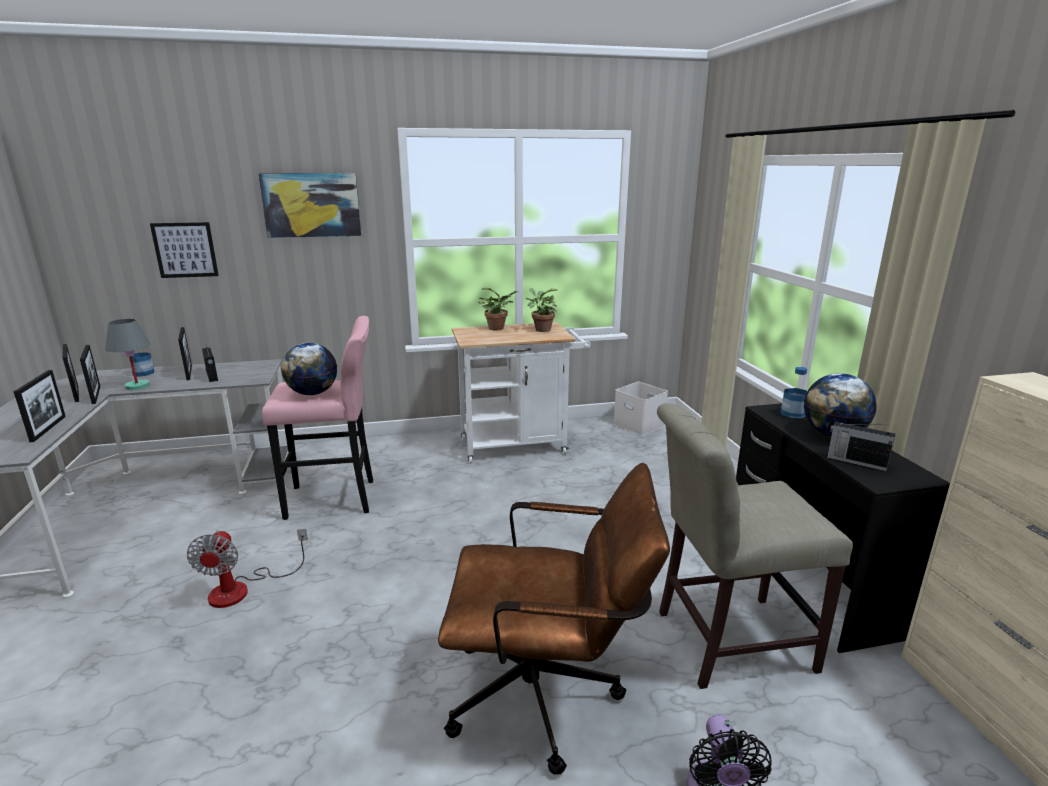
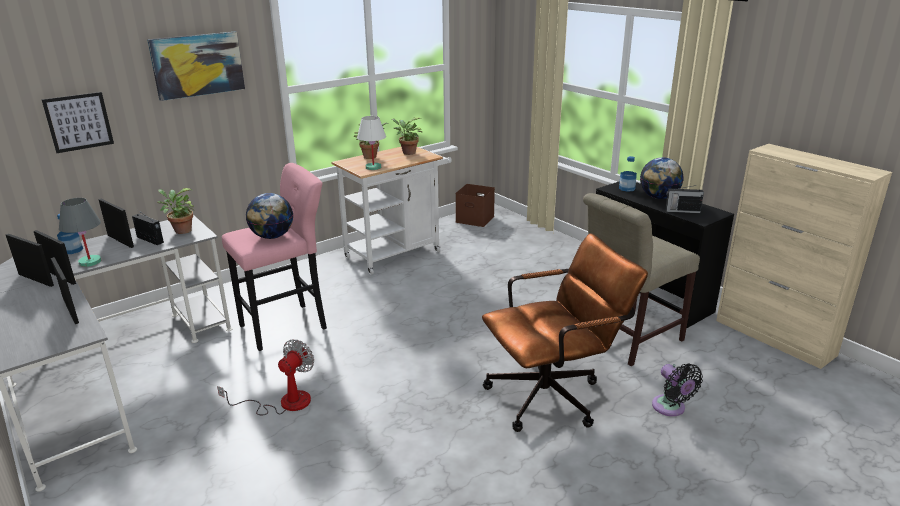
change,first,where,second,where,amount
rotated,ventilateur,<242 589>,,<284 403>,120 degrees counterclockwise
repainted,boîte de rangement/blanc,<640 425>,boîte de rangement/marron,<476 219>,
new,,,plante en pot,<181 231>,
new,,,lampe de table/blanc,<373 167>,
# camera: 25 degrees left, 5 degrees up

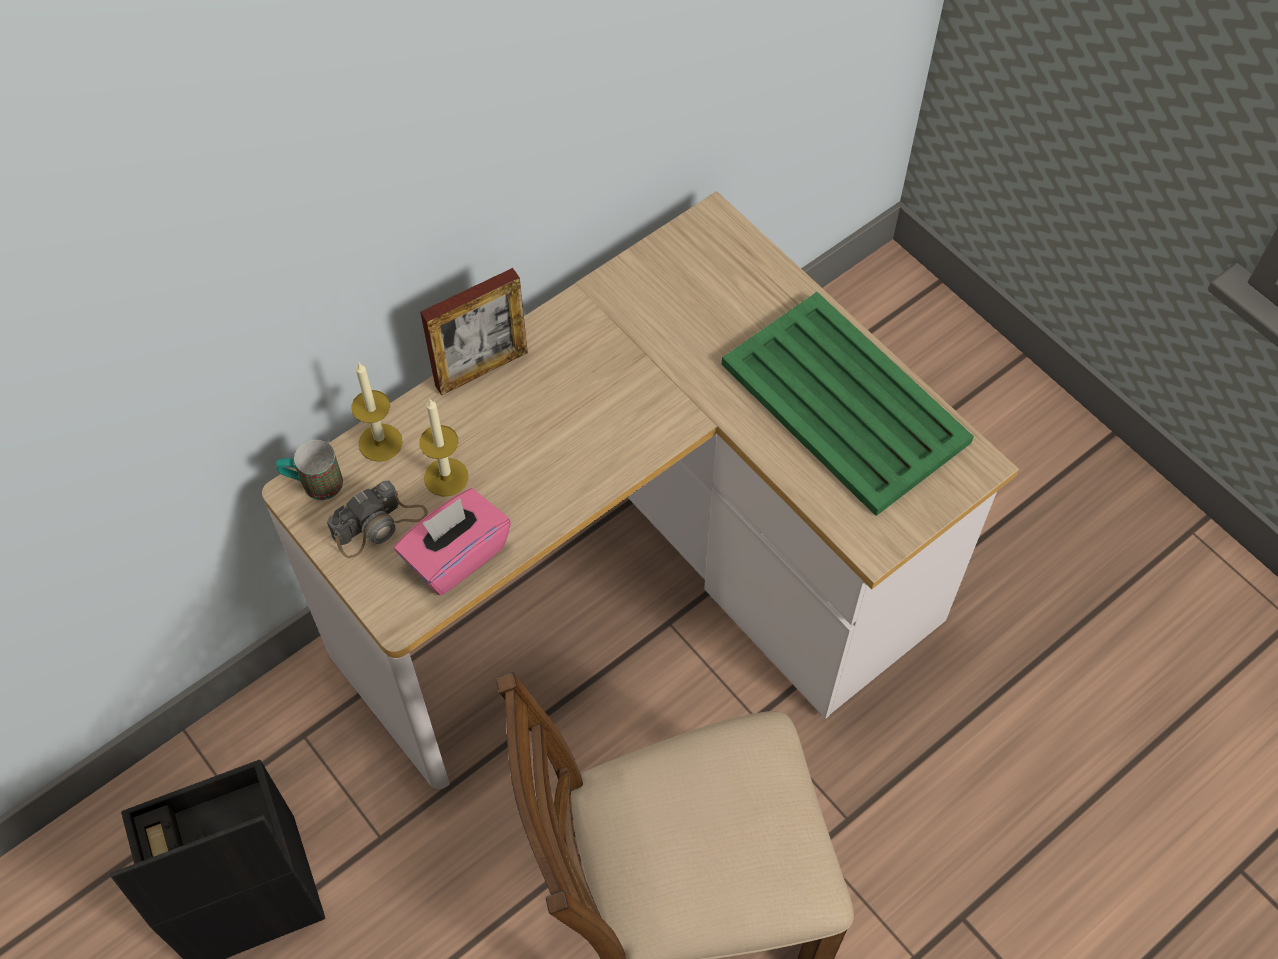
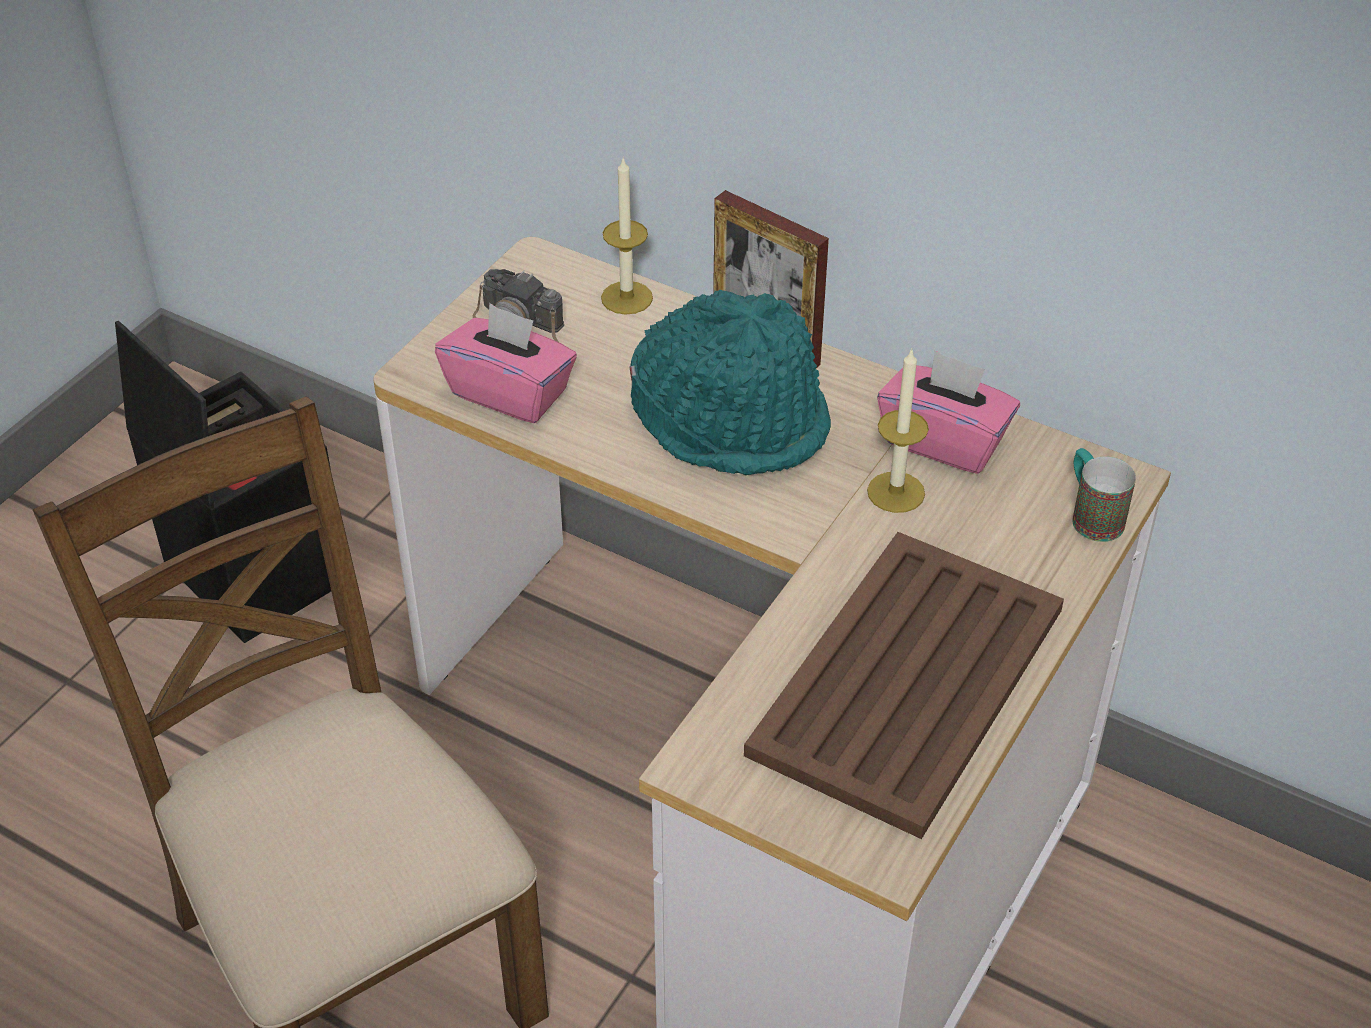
change,first,where,second,where,amount
shifted,mug,<313 483>,,<1091 515>,
shifted,bougie,<446 477>,,<896 492>,
repainted,plateau/vert,<845 405>,plateau/marron,<905 683>,
new,,,chapeau/turquoise,<732 419>,
new,,,boîte à mouchoirs/rose,<944 441>,
# camera: 70 degrees right, 15 degrees down

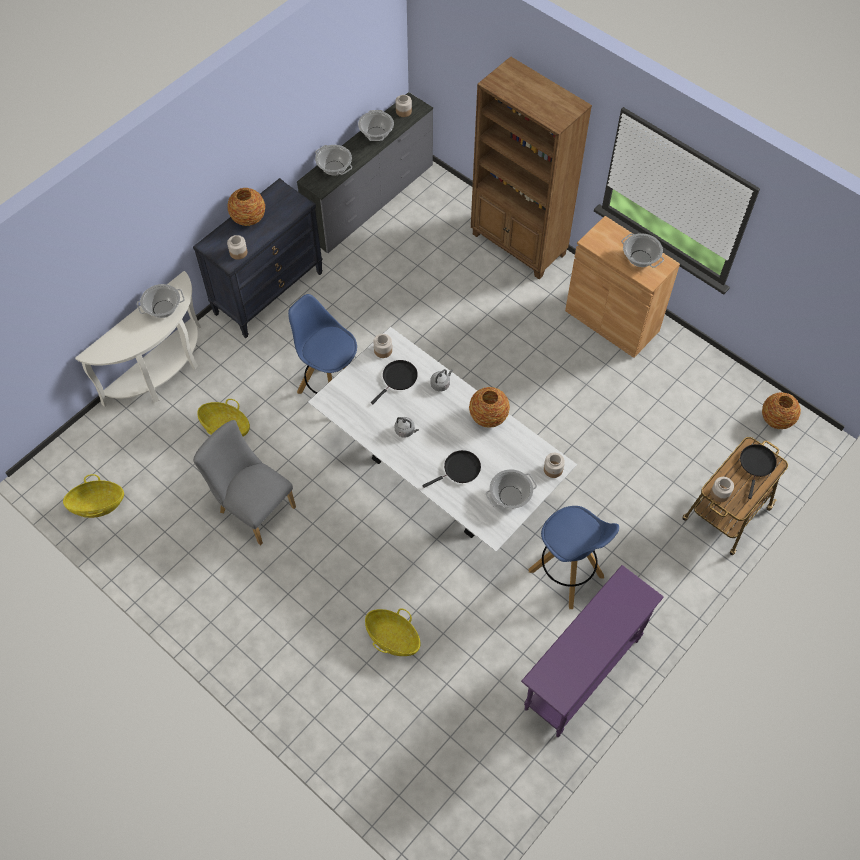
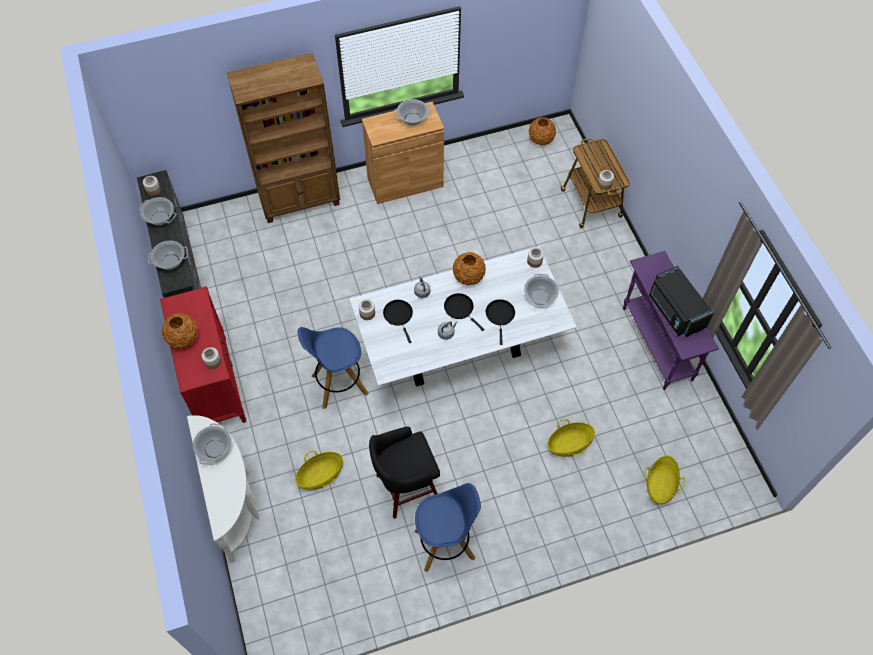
change,first,where,second,where,amount
shifted,panier,<98 505>,,<660 484>,
repainted,commode/noir,<269 292>,commode/rouge,<214 384>,
swapped,chaise/gris,<253 507>,tabouret/noir,<405 488>,
shifted,tabouret/bleu,<567 574>,,<445 544>,
shifted,poêle/noir,<756 464>,,<460 309>,
new,,,micro-ondes/noir,<675 311>,
# camera: 60 degrees left, 0 degrees up

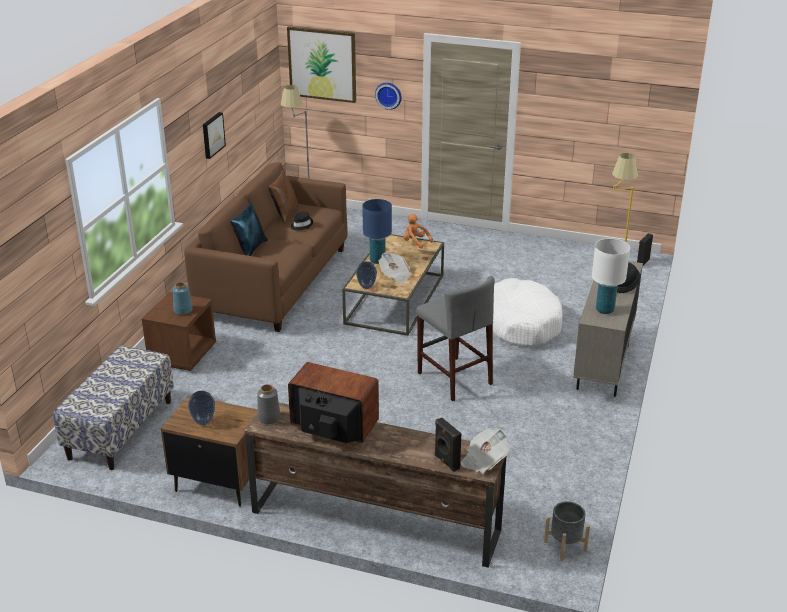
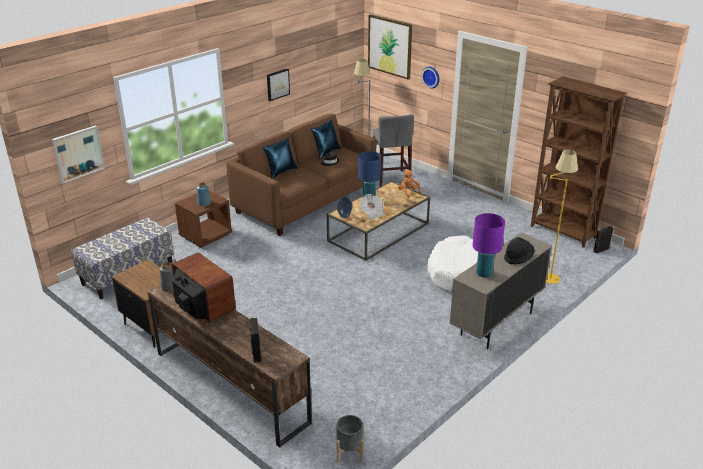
change,first,where,second,where,amount
gone,vase,<203 421>,,,
repainted,coussin/marron,<284 213>,coussin/bleu,<326 152>,
shifted,tabouret/gris,<454 378>,,<391 179>,
gone,journal,<484 461>,,,
repainted,lampe de table/blanc,<605 310>,lampe de table/violet,<484 274>,
new,,,tableau,<78 153>,
new,,,bibliothèque/marron,<563 232>,
# camera: 25 degrees right, 0 degrees up

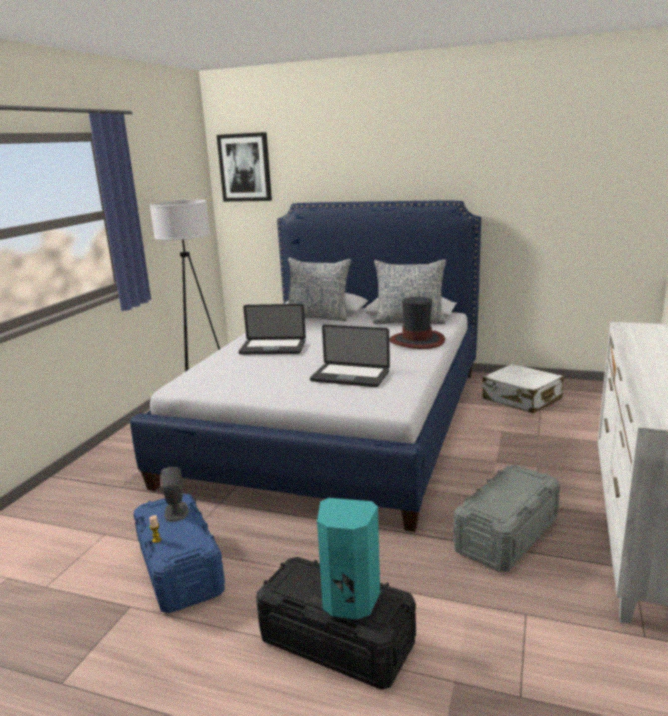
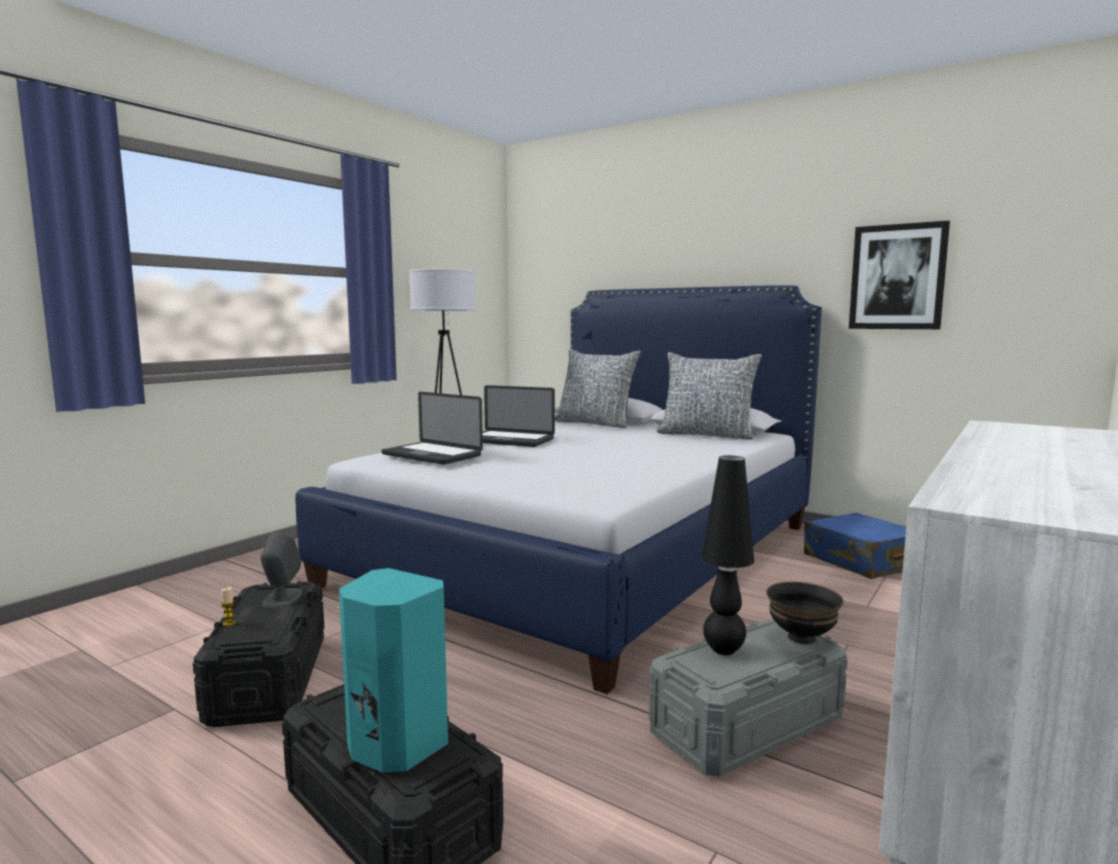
change,first,where,second,where,amount
repainted,boîte de rangement/bleu,<180 569>,boîte de rangement/noir,<269 678>,
shifted,tableau,<245 167>,,<897 277>,
shifted,ordinateur portable,<350 377>,,<431 455>,
gone,chapeau,<417 341>,,,
repainted,valise/blanc,<521 399>,valise/bleu,<862 562>,
new,,,lampe de table/noir,<724 650>,
new,,,bol/noir,<800 637>,
# camera: 15 degrees right, 10 degrees down

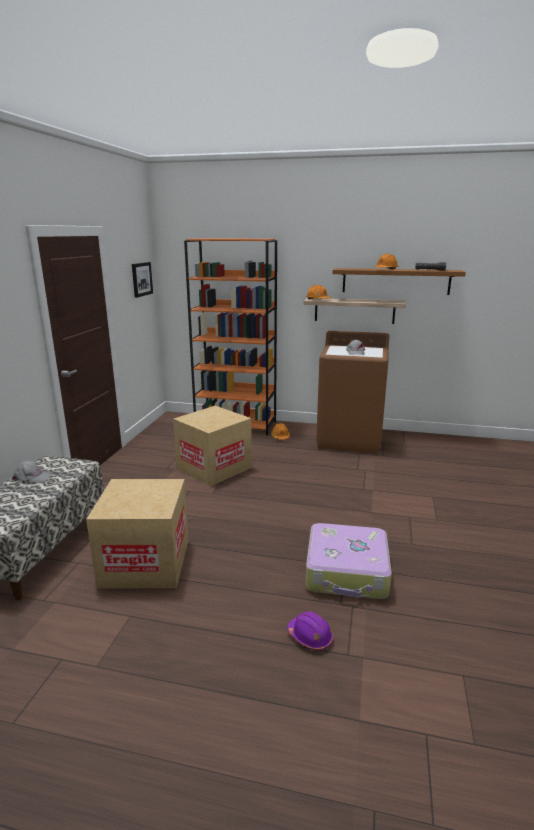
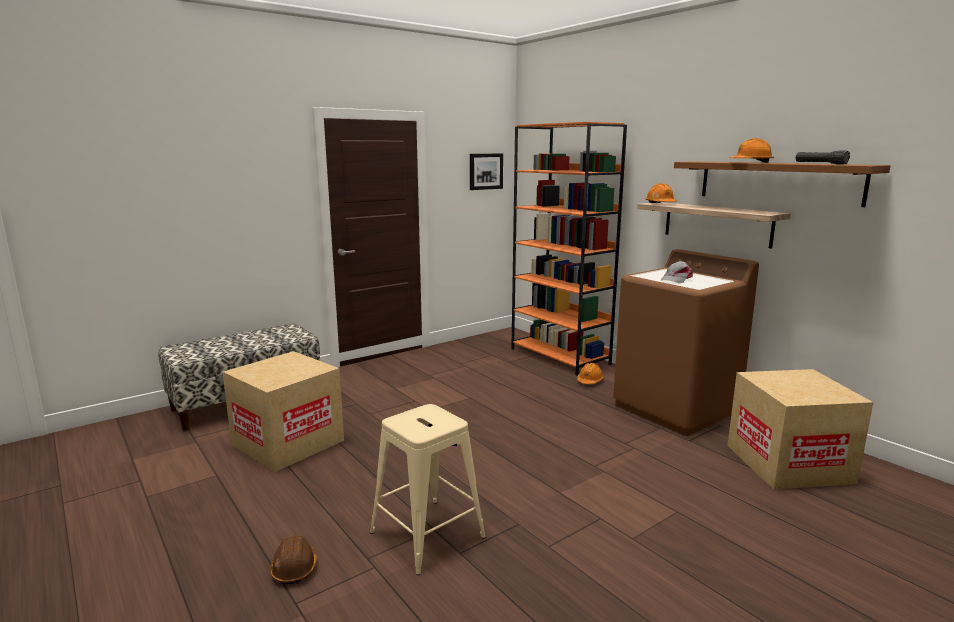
change,first,where,second,where,amount
gone,casquette/gris,<32 477>,,,
shifted,carton,<214 468>,,<788 463>,
repainted,casque de chantier/violet,<310 637>,casque de chantier/marron,<294 568>,
swapped,valise,<347 572>,tabouret/beige,<426 535>,
# camera: 40 degrees right, 5 degrees down

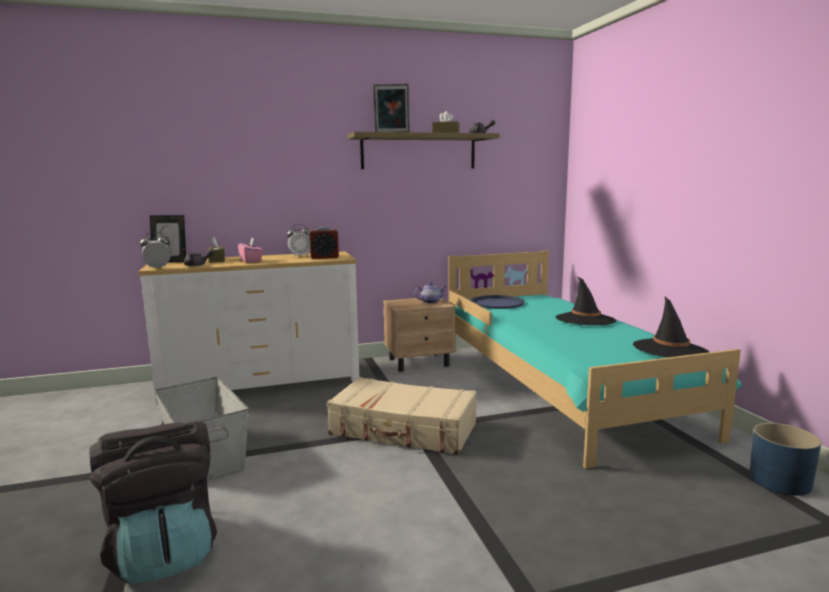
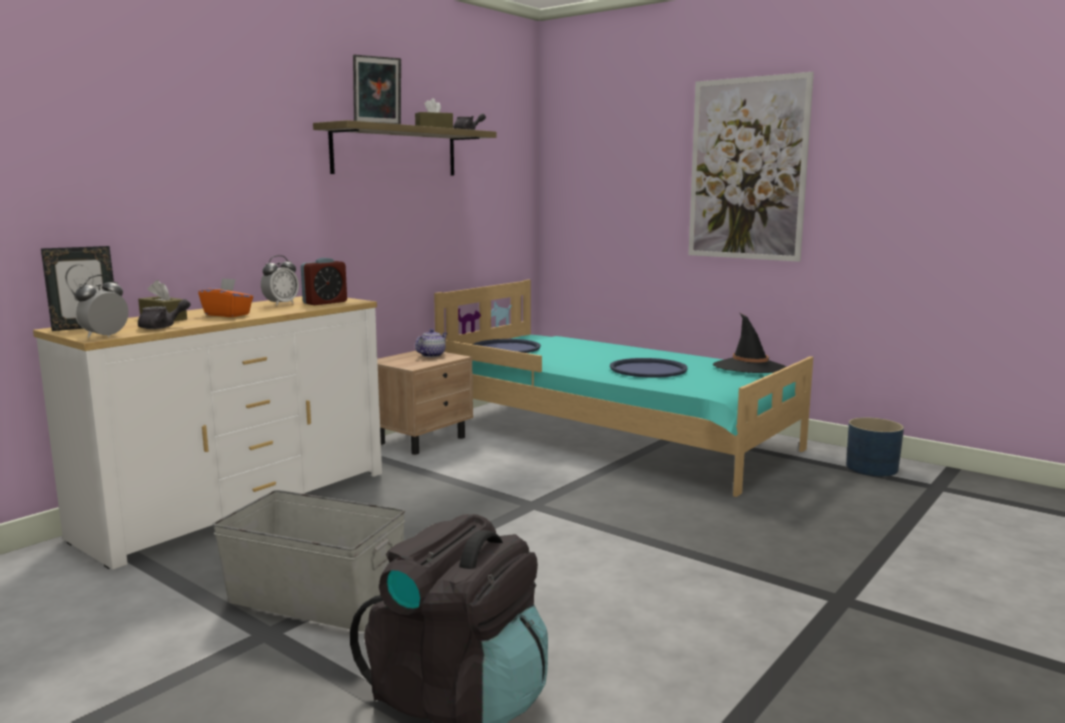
change,first,where,second,where,amount
repainted,boîte à mouchoirs/rose,<251 261>,boîte à mouchoirs/orange,<227 314>,
gone,valise/beige,<403 429>,,,
gone,chapeau/noir,<585 320>,,,
new,,,plateau/bleu,<648 369>,
new,,,tableau,<747 169>,
# camera: 35 degrees left, 0 degrees up

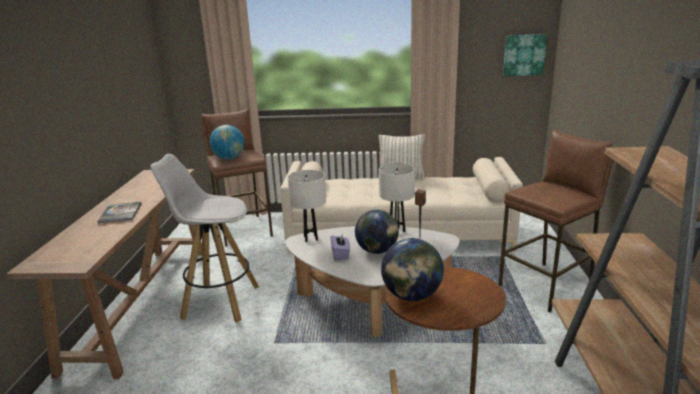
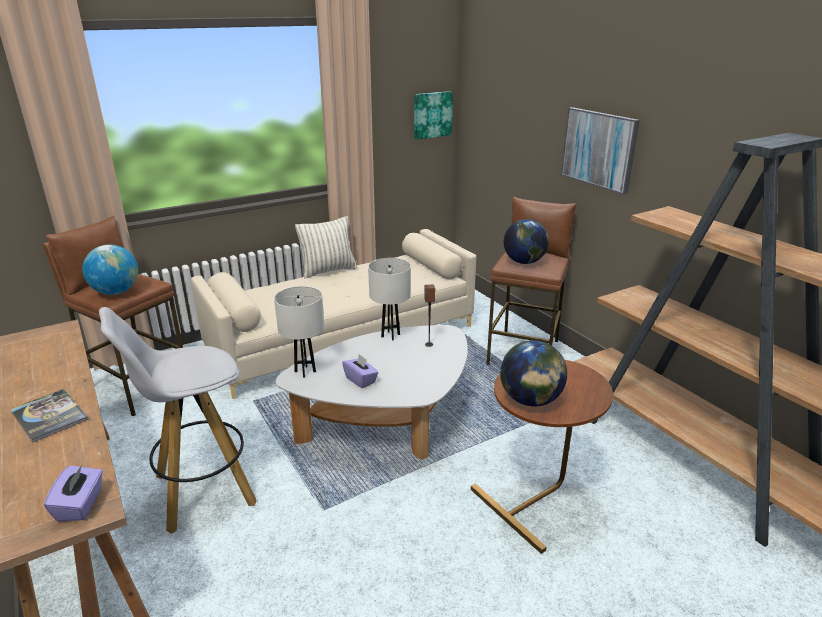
change,first,where,second,where,amount
shifted,globe,<377 251>,,<524 262>,
new,,,boîte à mouchoirs/violet,<80 505>,
new,,,tableau,<599 149>,
# camera: 35 degrees left, 5 degrees up

